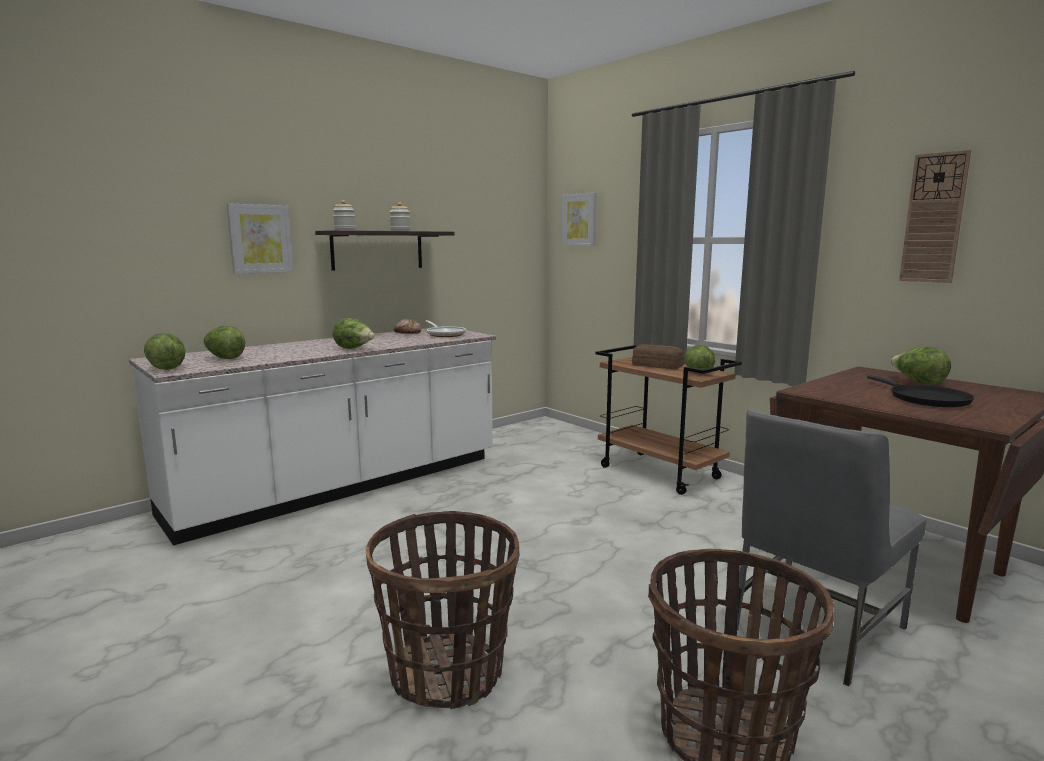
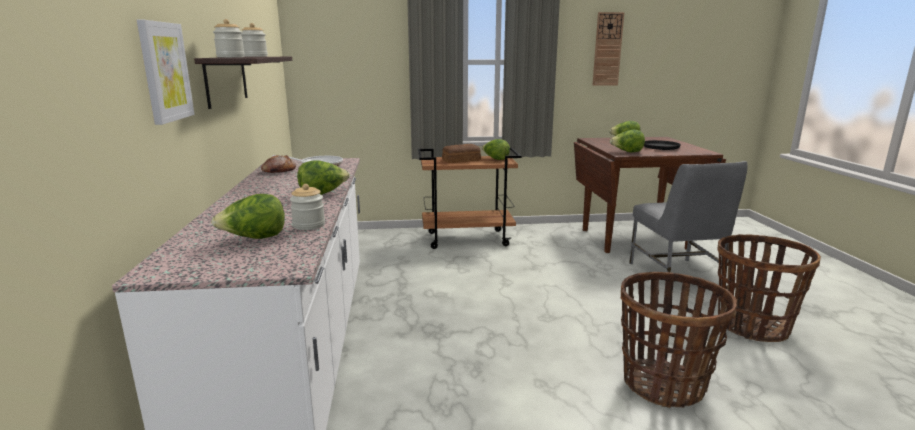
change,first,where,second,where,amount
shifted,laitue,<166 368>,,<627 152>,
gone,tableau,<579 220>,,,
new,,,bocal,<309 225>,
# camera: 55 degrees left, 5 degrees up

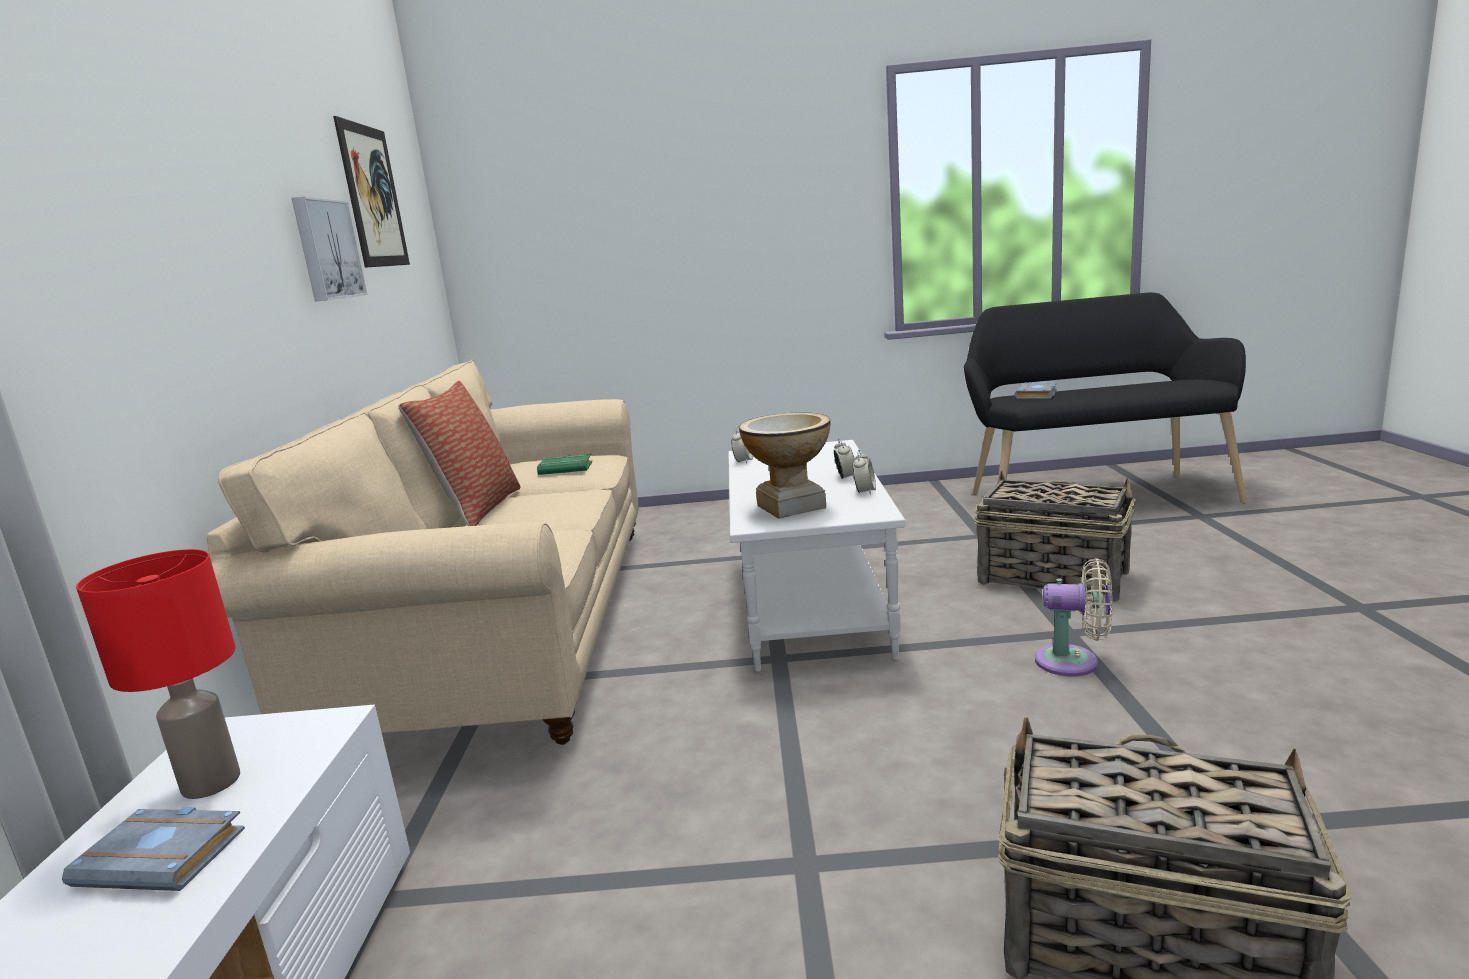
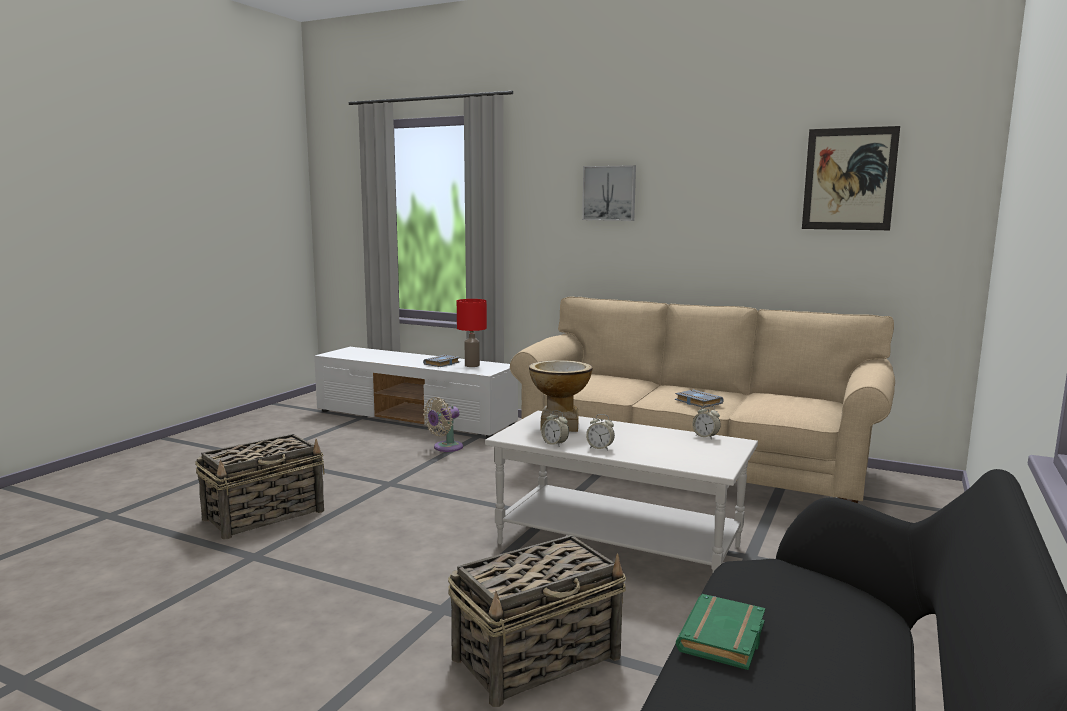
change,first,where,second,where,amount
shifted,tableau,<326 250>,,<609 193>,
gone,coussin,<476 509>,,,
shifted,livre/vert,<567 468>,,<725 639>,
shifted,livre/gris,<1037 395>,,<696 402>,
shifted,ventilateur/beige,<1073 662>,,<445 448>,
# camera: 115 degrees right, 5 degrees down

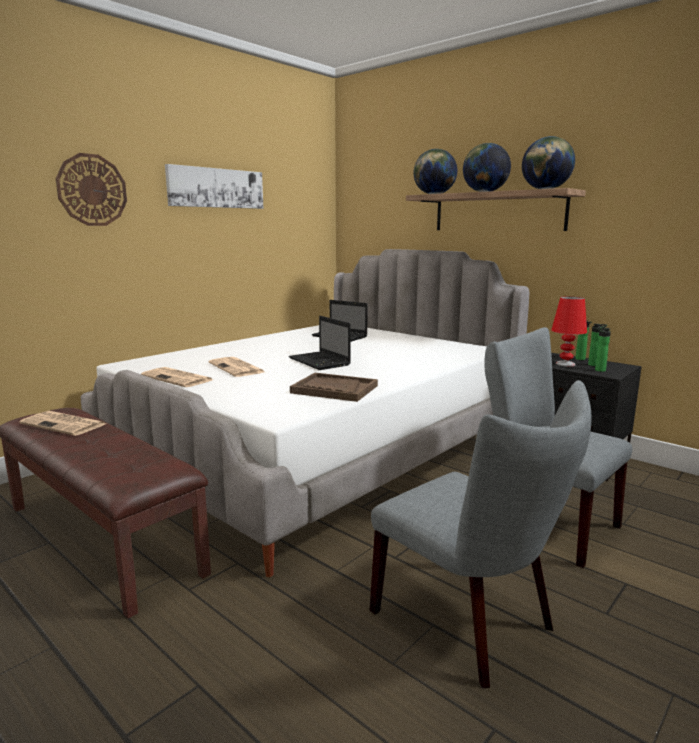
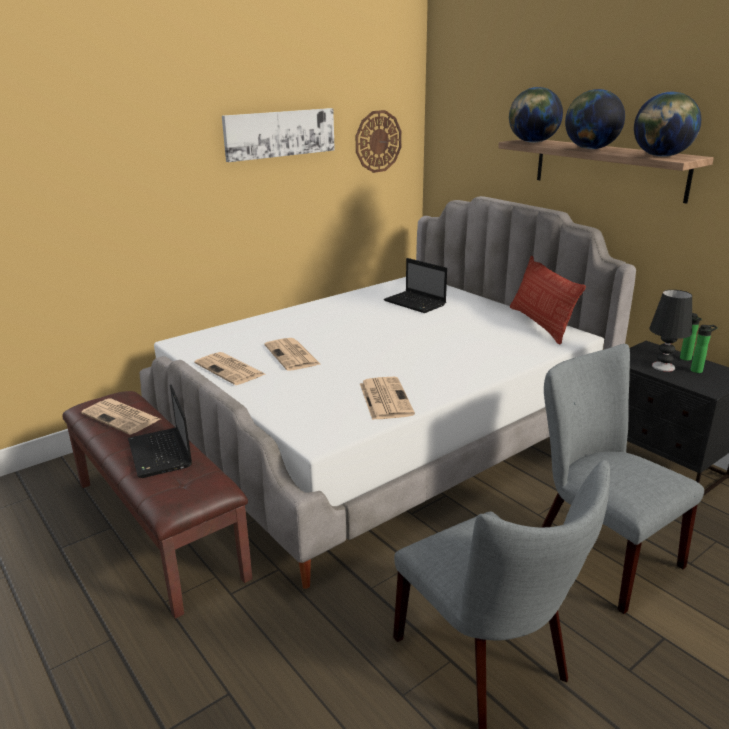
change,first,where,second,where,amount
shifted,horloge murale,<92 190>,,<378 141>,
shifted,ordinateur portable,<320 362>,,<161 454>,
swapped,plateau/marron,<334 389>,journal,<385 398>,
repainted,lampe de table/rouge,<565 364>,lampe de table/noir,<663 366>,
gone,bouteille,<598 370>,,,
new,,,coussin,<540 324>,
# camera: 10 degrees right, 10 degrees up

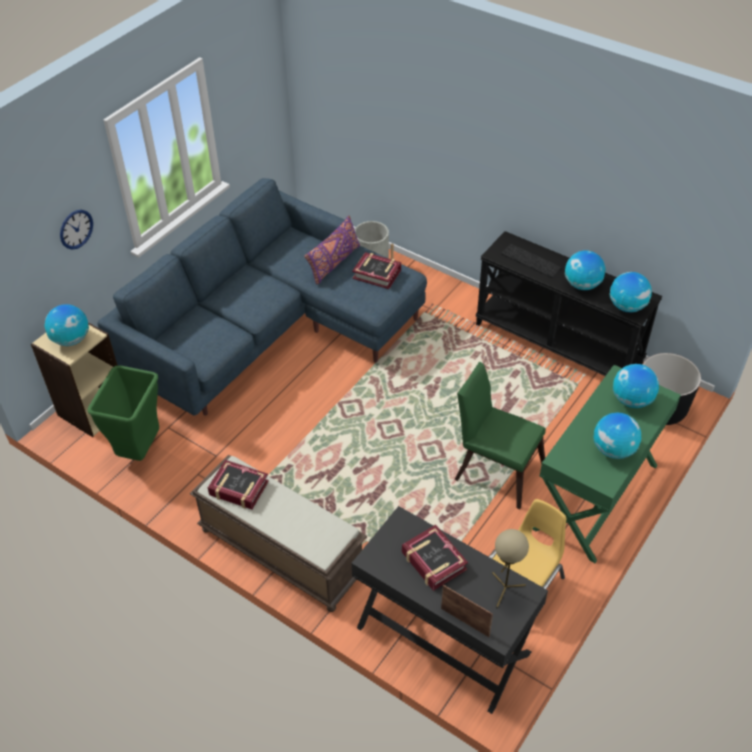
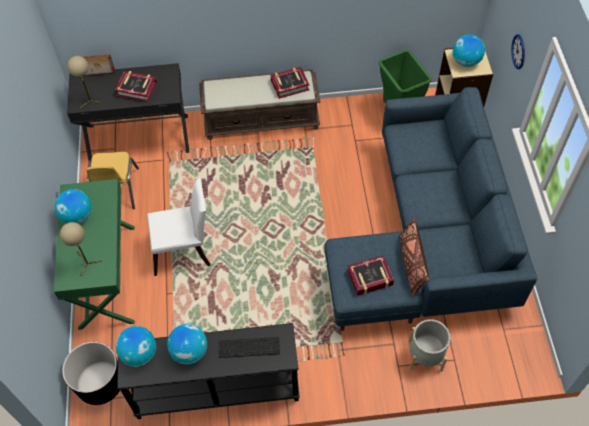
change,first,where,second,where,amount
repainted,coussin/violet,<333 263>,coussin/marron,<411 264>,
repainted,chaise/vert,<495 468>,chaise/blanc,<184 249>,
swapped,globe,<631 400>,lampe de table/beige,<86 262>,
# camera: 140 degrees right, 10 degrees up

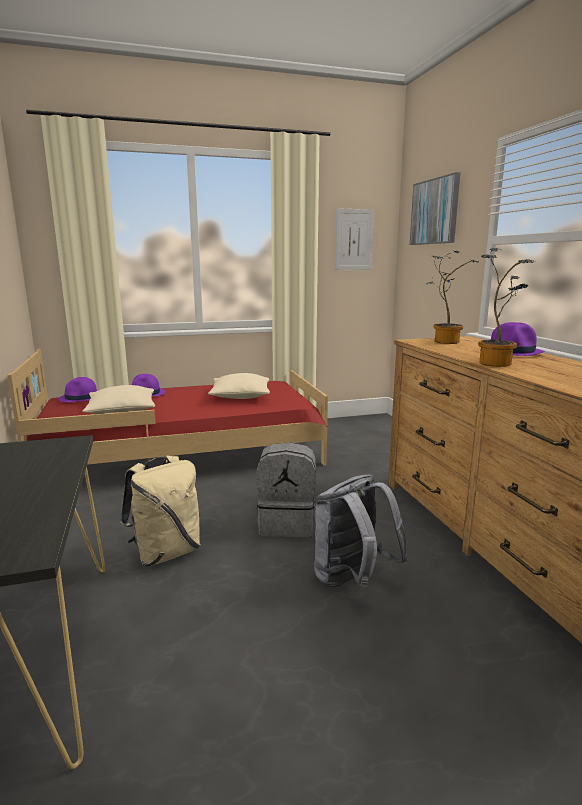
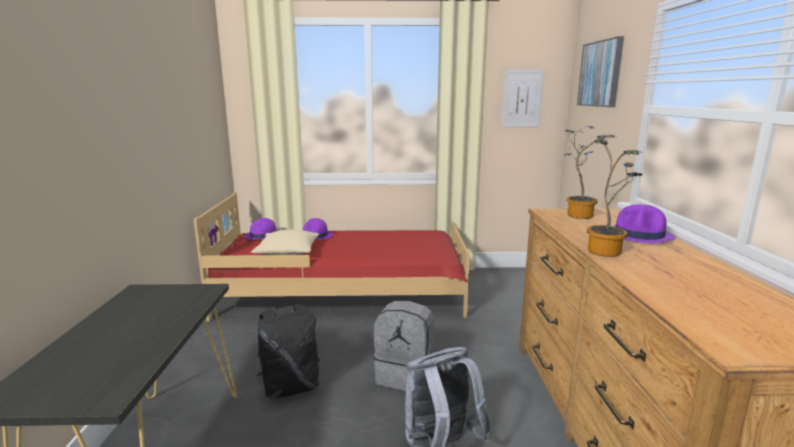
change,first,where,second,where,amount
repainted,sac à dos/beige,<166 552>,sac à dos/noir,<291 387>,
gone,coussin/beige,<240 396>,,,
# camera: 15 degrees right, 0 degrees up

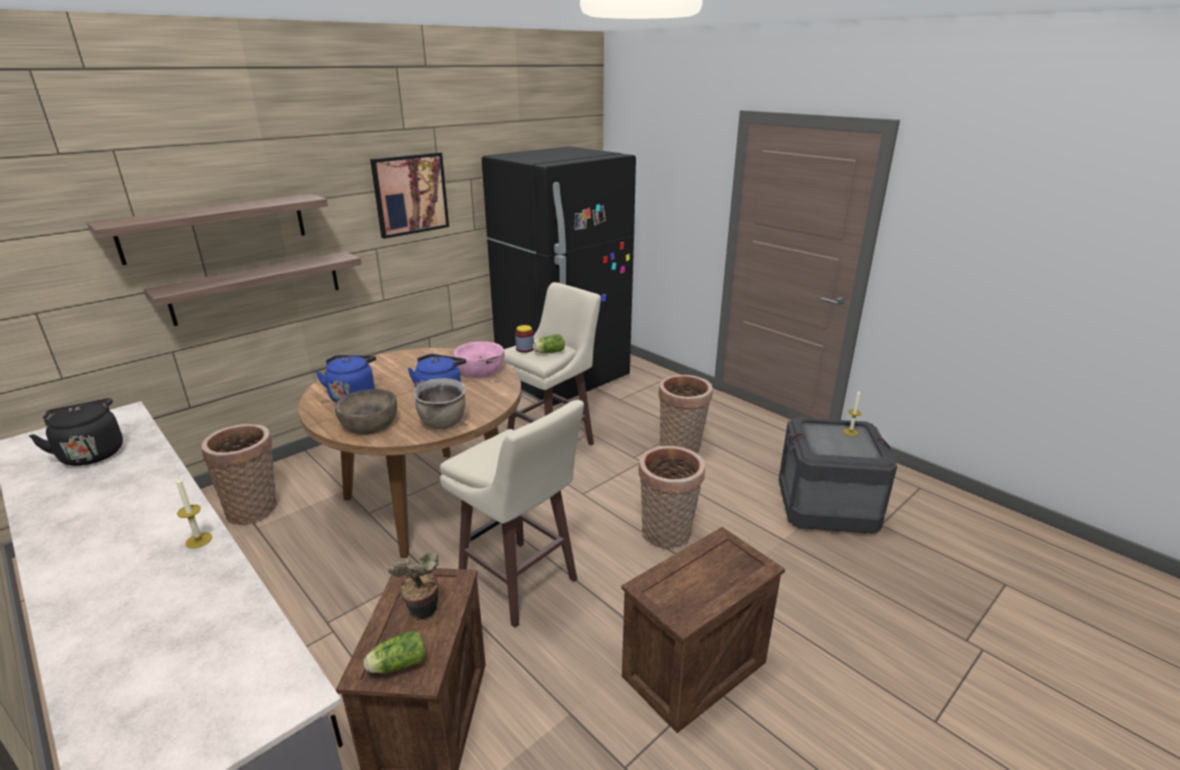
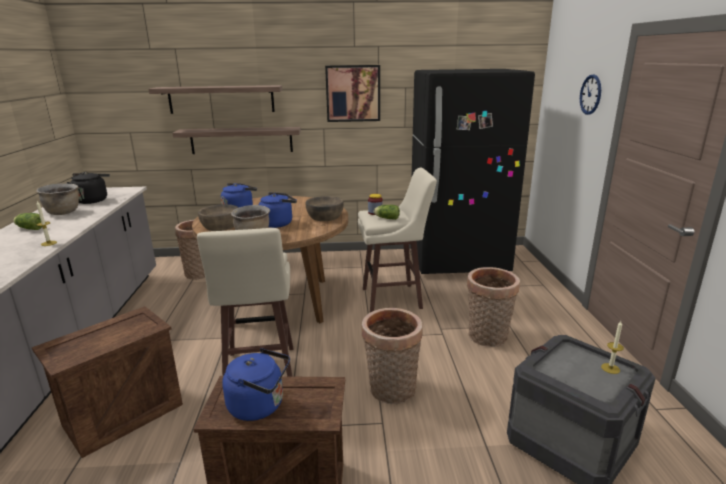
change,first,where,second,where,amount
shifted,laitue,<396 665>,,<29 228>,
gone,plante en pot,<422 613>,,,
repainted,bol/rose,<480 370>,bol/marron,<325 216>,
new,,,marmite/marron,<63 212>,
new,,,bouilloire/bleu,<260 406>,
new,,,horloge murale,<590 94>,
# camera: 40 degrees right, 5 degrees down

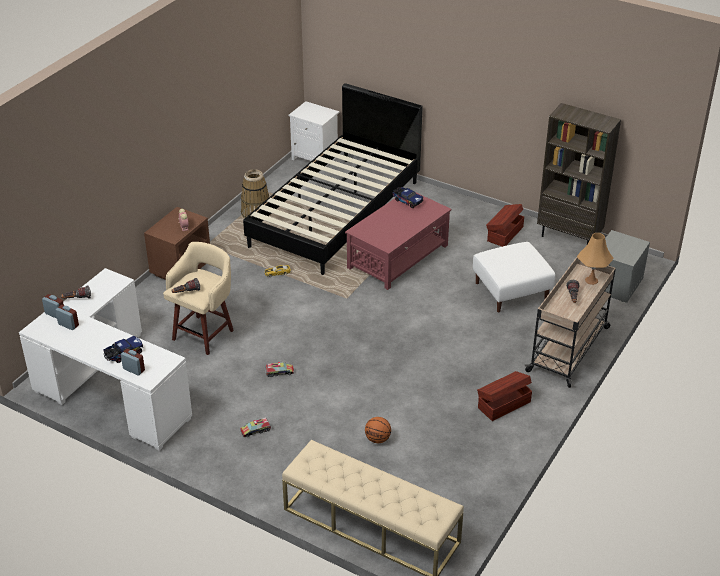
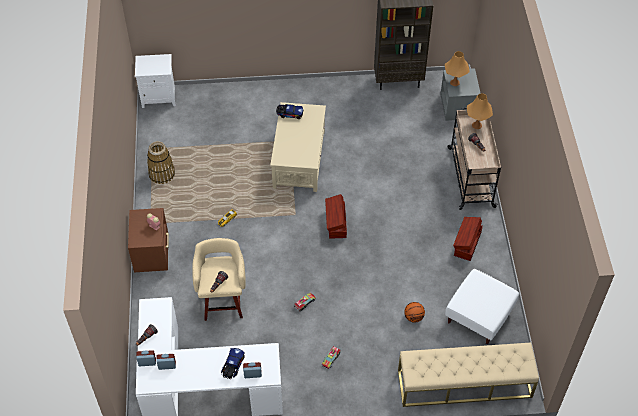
change,first,where,second,where,amount
gone,lit/noir,<335 213>,,,
repainted,table basse/rouge,<398 256>,table basse/beige,<299 158>,
shifted,pouf/blanc,<511 291>,,<479 316>,
shifted,boîte de rangement/marron,<504 234>,,<336 223>,
new,,,lampe de table/orange,<454 82>,
# camera: 35 degrees left, 15 degrees up

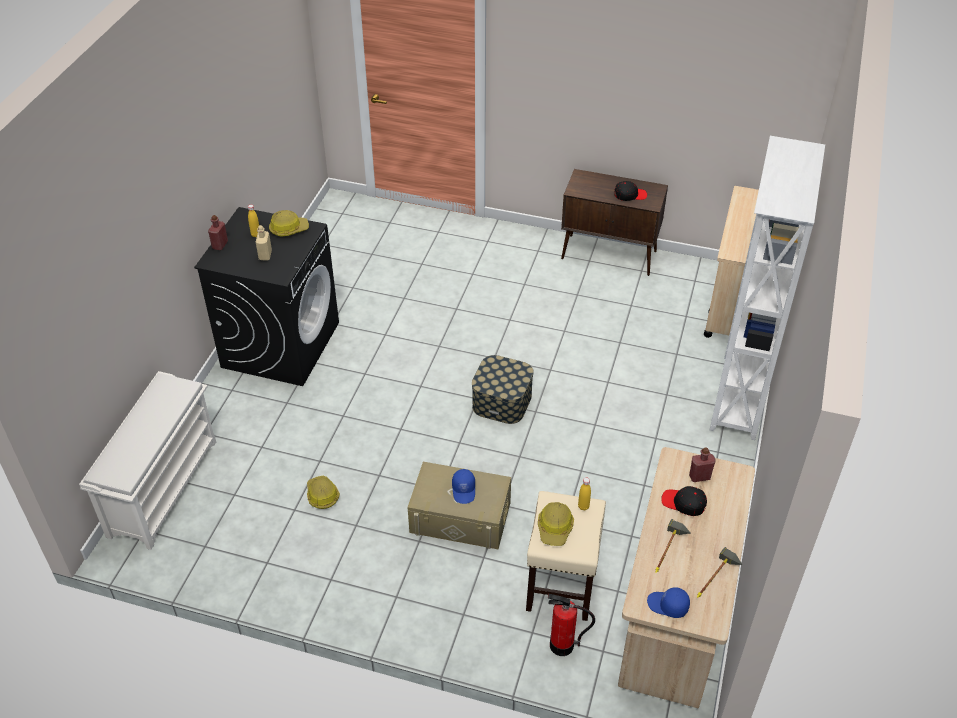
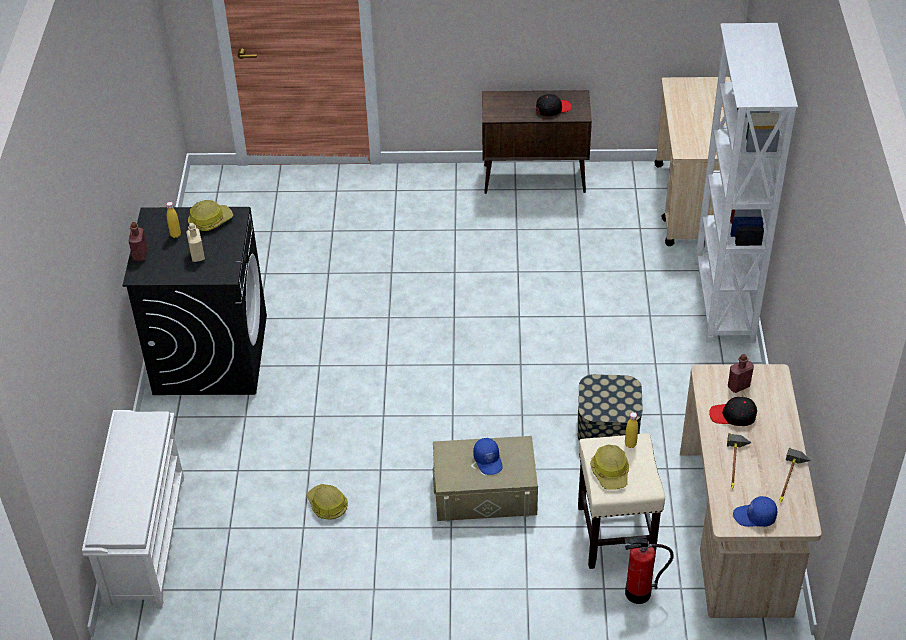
change,first,where,second,where,amount
shifted,boîte de rangement,<502 401>,,<608 425>,
# camera: 15 degrees left, 0 degrees up

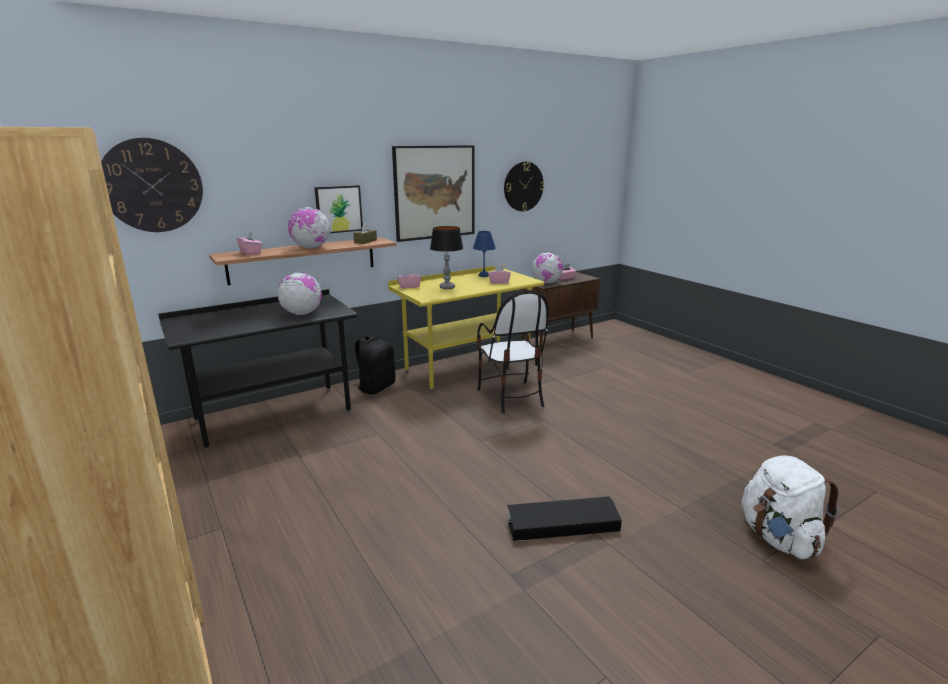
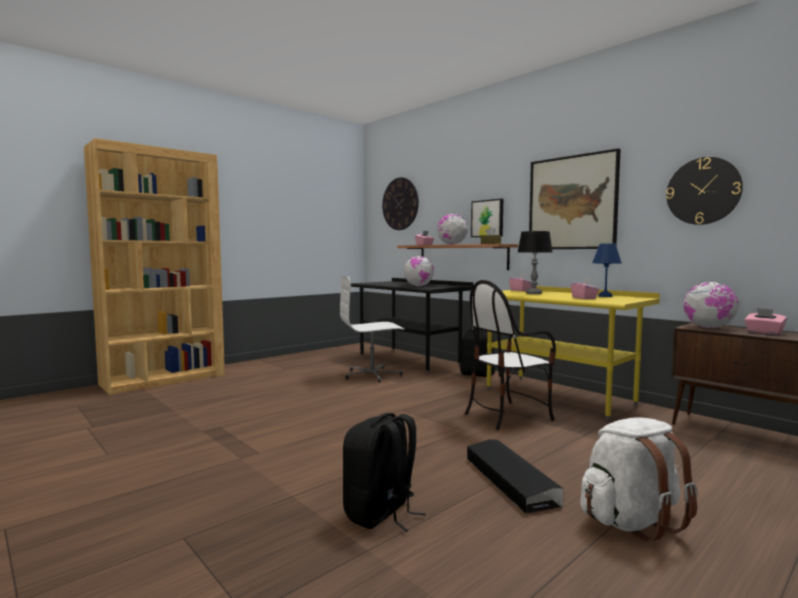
change,first,where,second,where,amount
shifted,boîte de rangement/noir,<562 524>,,<510 480>,
shifted,sac à dos/blanc,<779 538>,,<632 521>,
new,,,chaise de bureau/blanc,<372 375>,
new,,,sac à dos/noir,<381 514>,
# camera: 80 degrees right, 15 degrees down

